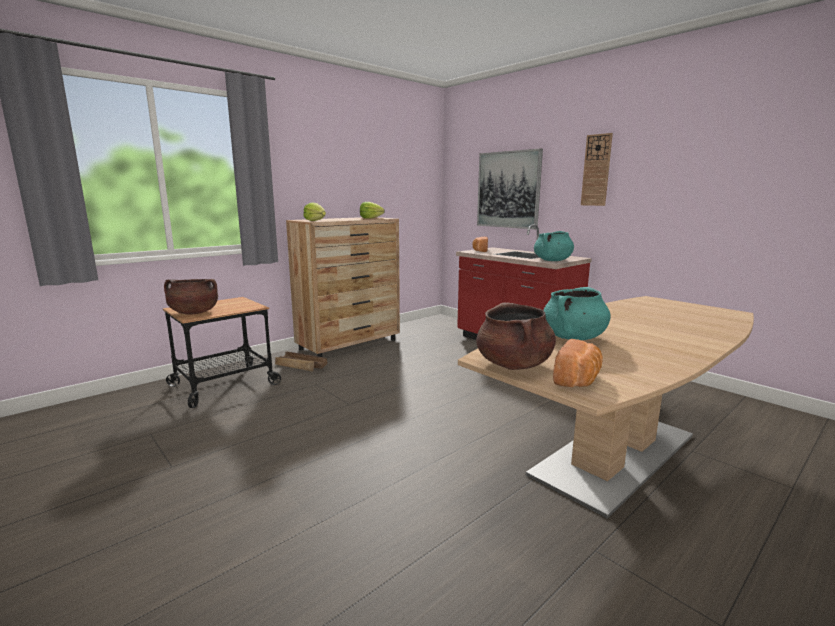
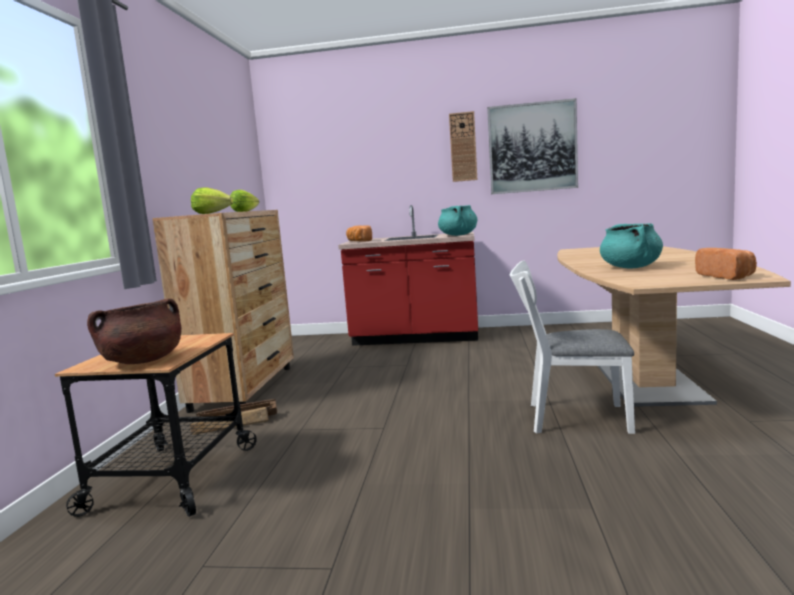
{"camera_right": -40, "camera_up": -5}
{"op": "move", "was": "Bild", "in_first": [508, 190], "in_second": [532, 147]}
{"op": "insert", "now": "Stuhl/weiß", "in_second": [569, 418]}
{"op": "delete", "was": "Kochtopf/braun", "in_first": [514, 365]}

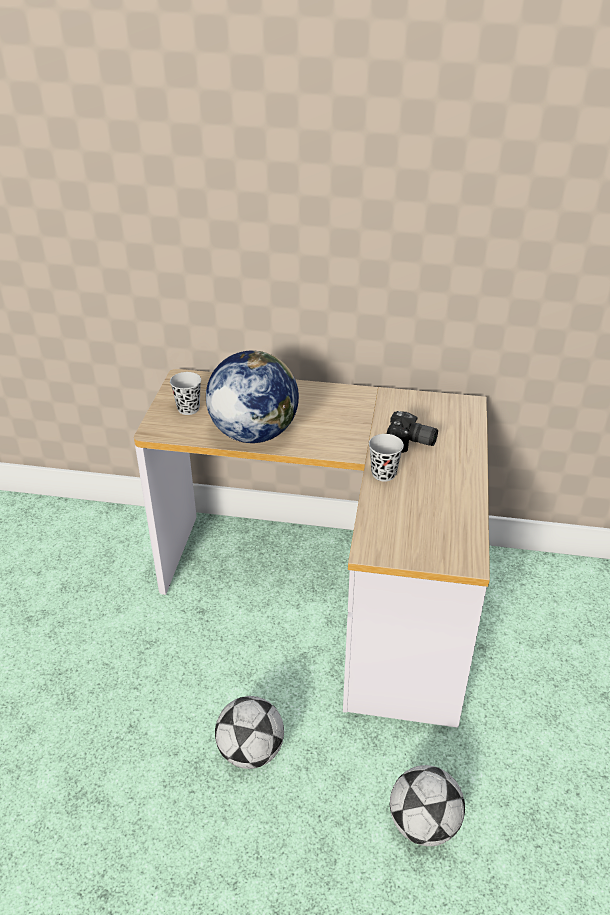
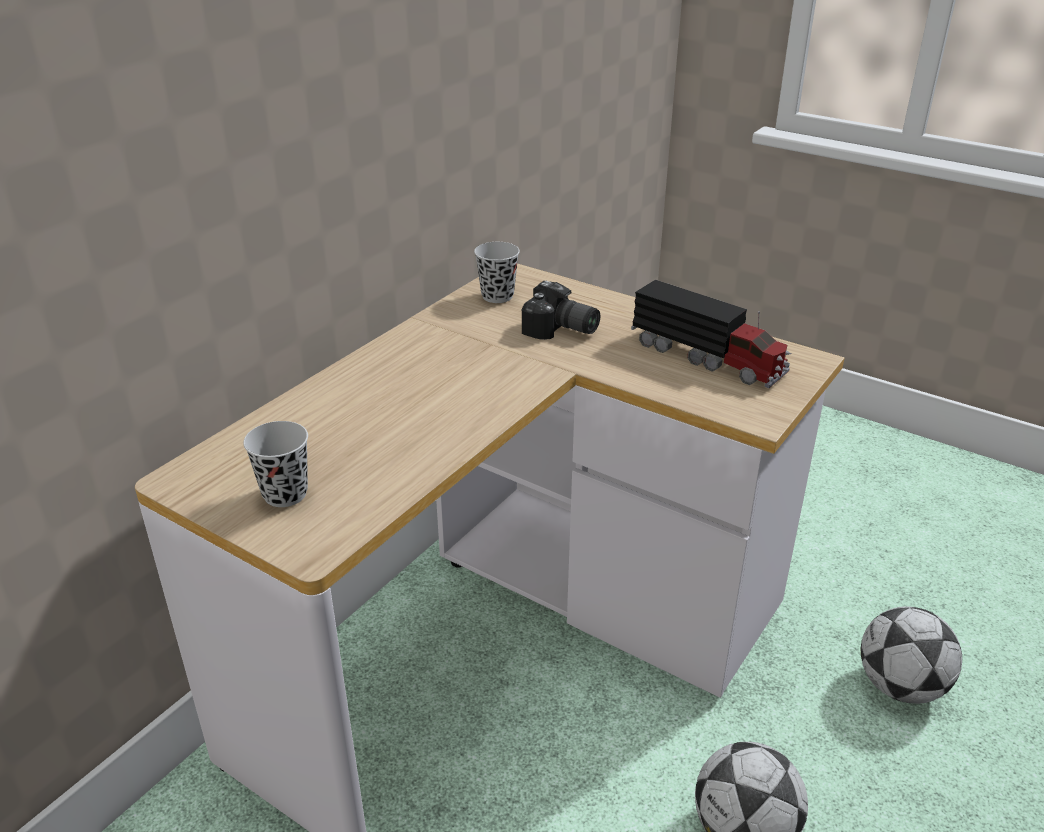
{"camera_right": -65, "camera_up": -5}
{"op": "move", "was": "Tasse/schwarz", "in_first": [383, 474], "in_second": [497, 296]}
{"op": "rotate", "was": "Kamera", "in_first": [410, 444], "in_second": [560, 331], "clockwise": 75}
{"op": "insert", "now": "Spielzeuglaster", "in_second": [709, 358]}
{"op": "delete", "was": "Globus", "in_first": [253, 433]}

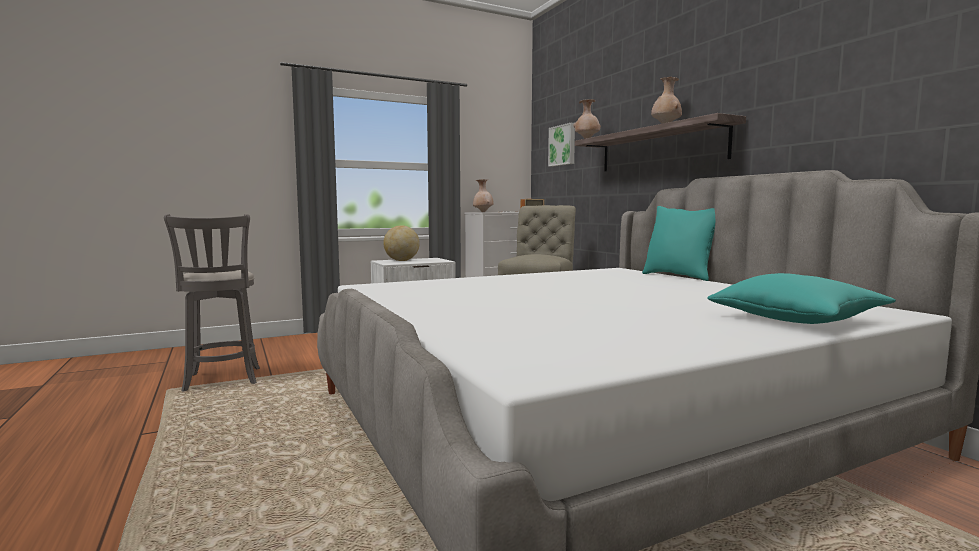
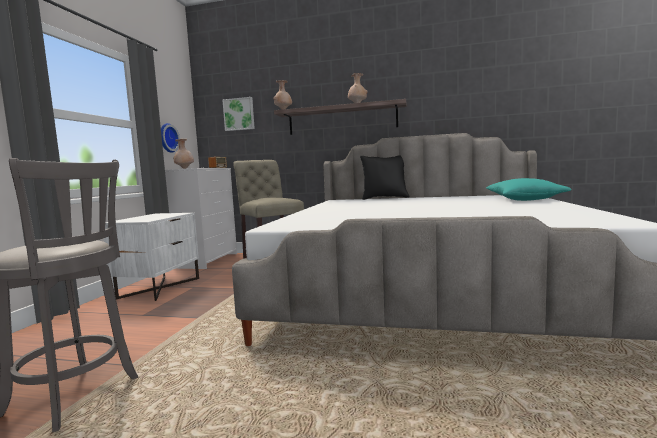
{"camera_right": -50, "camera_up": 0}
{"op": "insert", "now": "Wanduhr", "in_second": [167, 138]}
{"op": "recolor", "was": "Kissen/türkis", "now": "Kissen/schwarz", "in_first": [679, 276], "in_second": [384, 198]}
{"op": "delete", "was": "Globus", "in_first": [401, 260]}

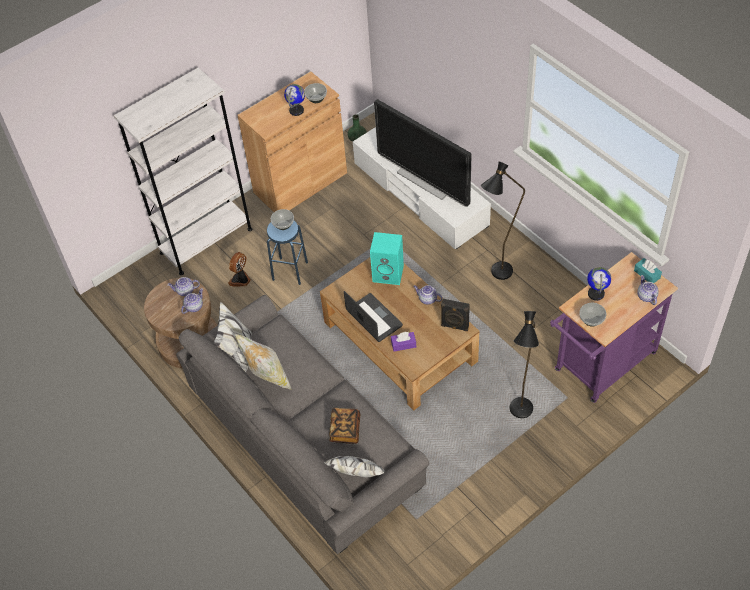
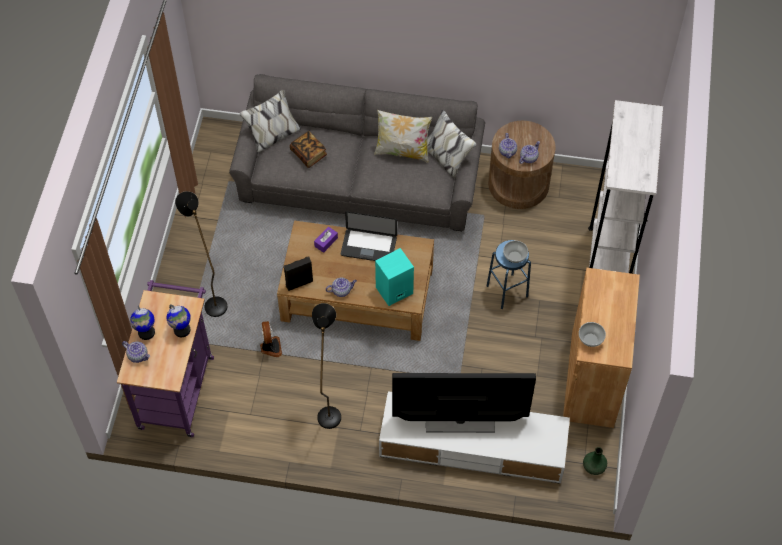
{"camera_right": 135, "camera_up": 5}
{"op": "move", "was": "Globus", "in_first": [296, 110], "in_second": [146, 332]}
{"op": "move", "was": "Ventilator", "in_first": [241, 280], "in_second": [270, 347]}
{"op": "delete", "was": "Schüssel", "in_first": [591, 320]}
{"op": "delete", "was": "Taschentuchbox/türkis", "in_first": [647, 274]}

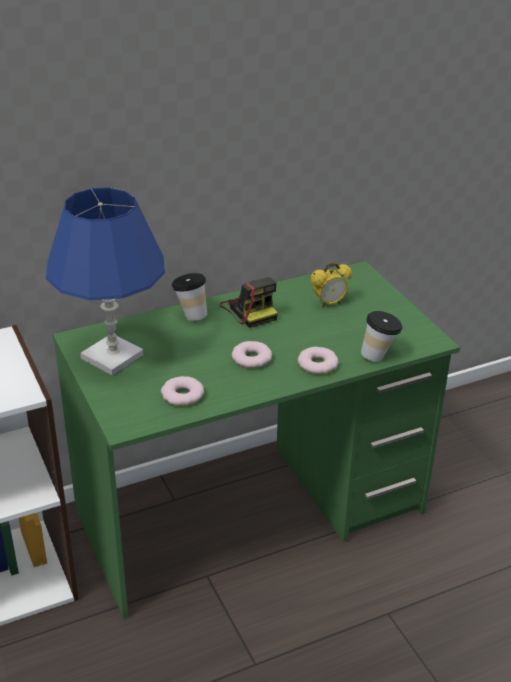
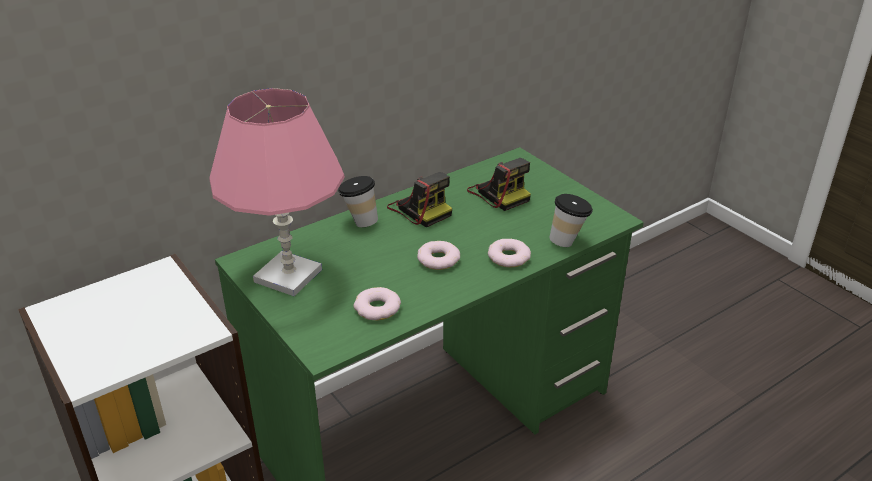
{"camera_right": -10, "camera_up": 0}
{"op": "recolor", "was": "Tischlampe/blau", "now": "Tischlampe/rosa", "in_first": [113, 356], "in_second": [289, 276]}
{"op": "replace", "was": "Wecker", "now": "Kamera", "in_first": [329, 304], "in_second": [499, 193]}

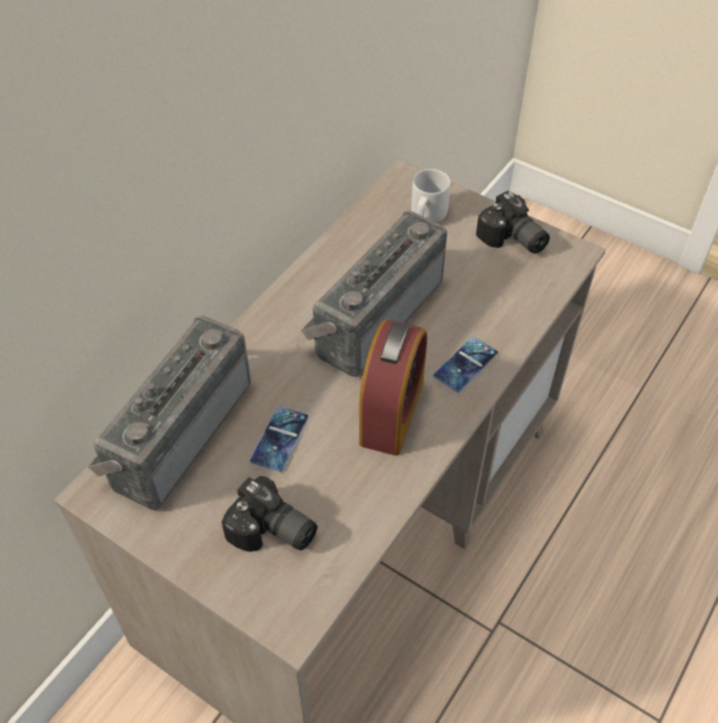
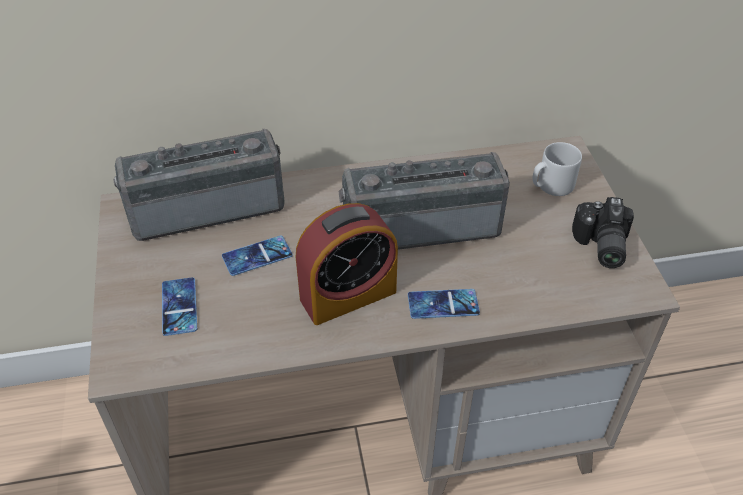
{"camera_right": 45, "camera_up": -5}
{"op": "replace", "was": "Kamera", "now": "Handy", "in_first": [272, 532], "in_second": [179, 306]}

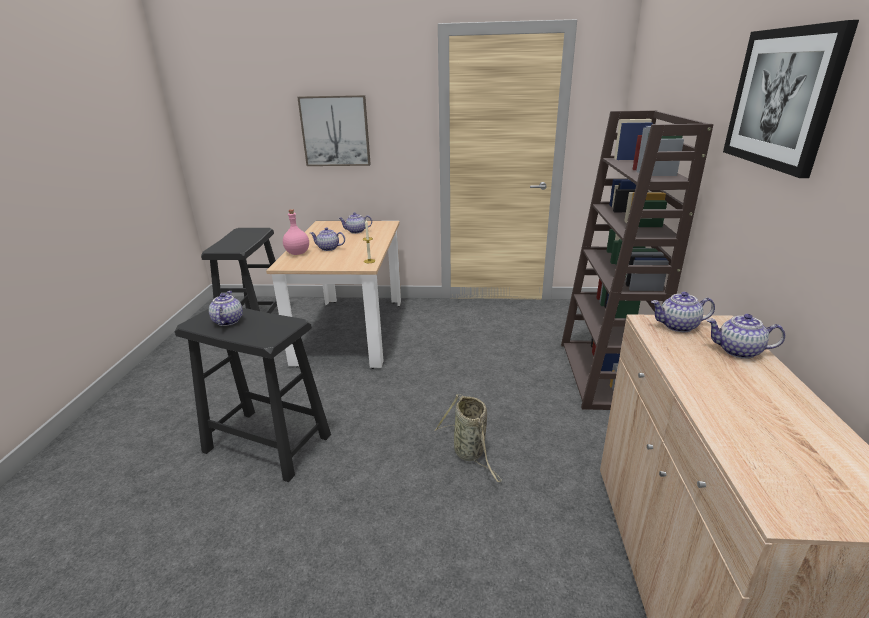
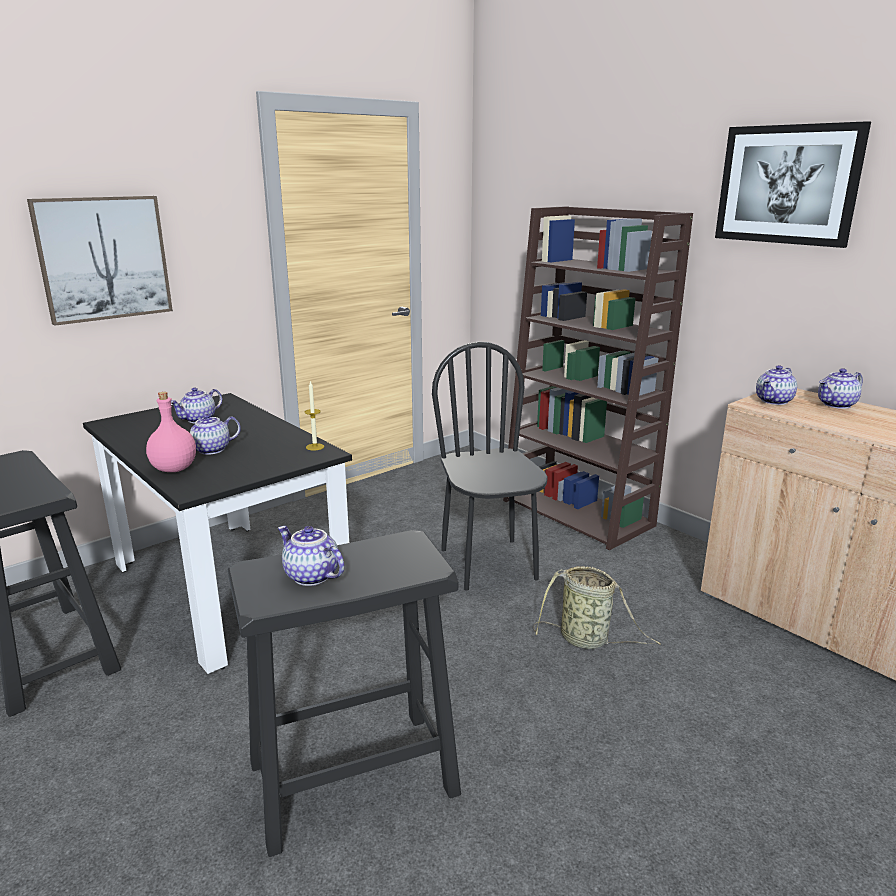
{"camera_right": -45, "camera_up": -5}
{"op": "recolor", "was": "Esstisch/beige", "now": "Esstisch/schwarz", "in_first": [351, 331], "in_second": [228, 587]}
{"op": "insert", "now": "Stuhl/schwarz", "in_second": [489, 564]}

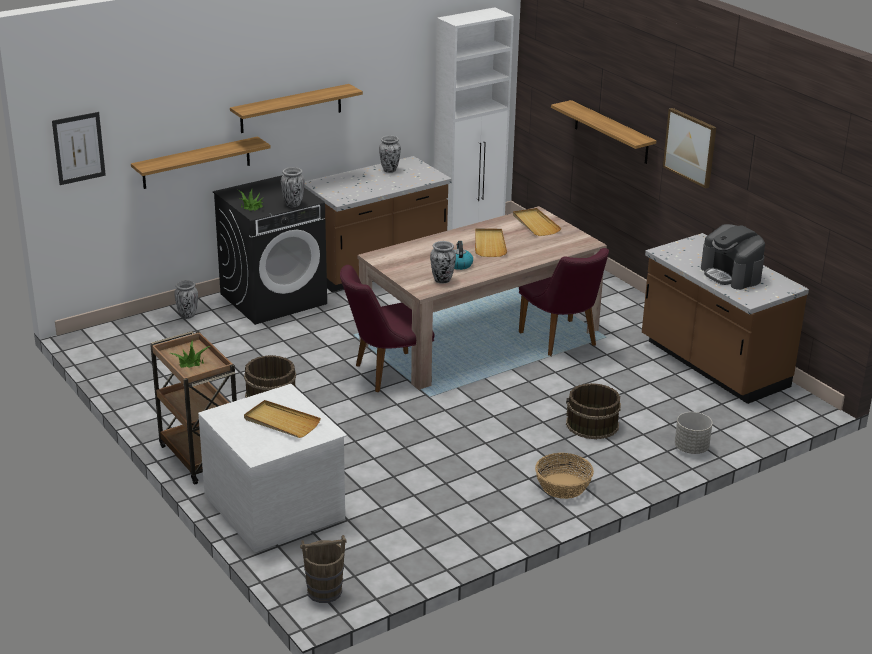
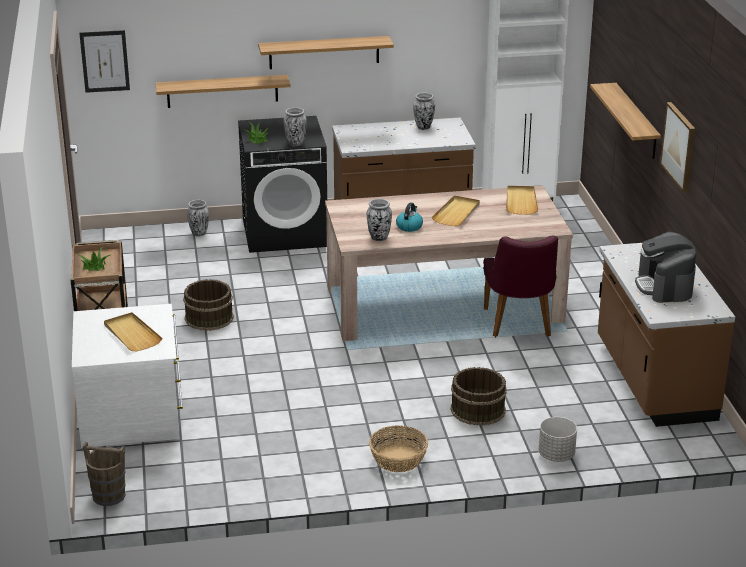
{"camera_right": 25, "camera_up": 0}
{"op": "delete", "was": "Stuhl/lila", "in_first": [385, 374]}

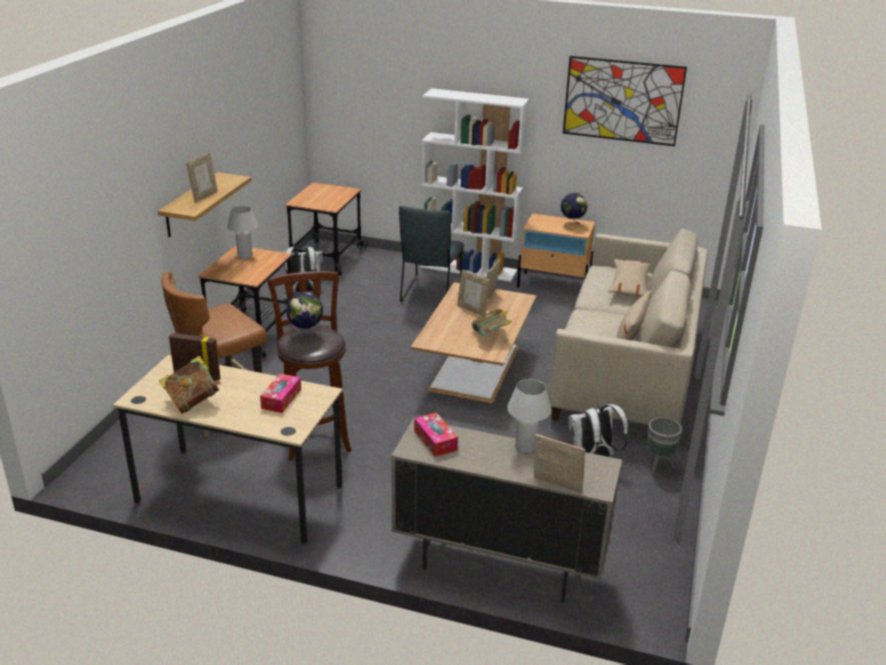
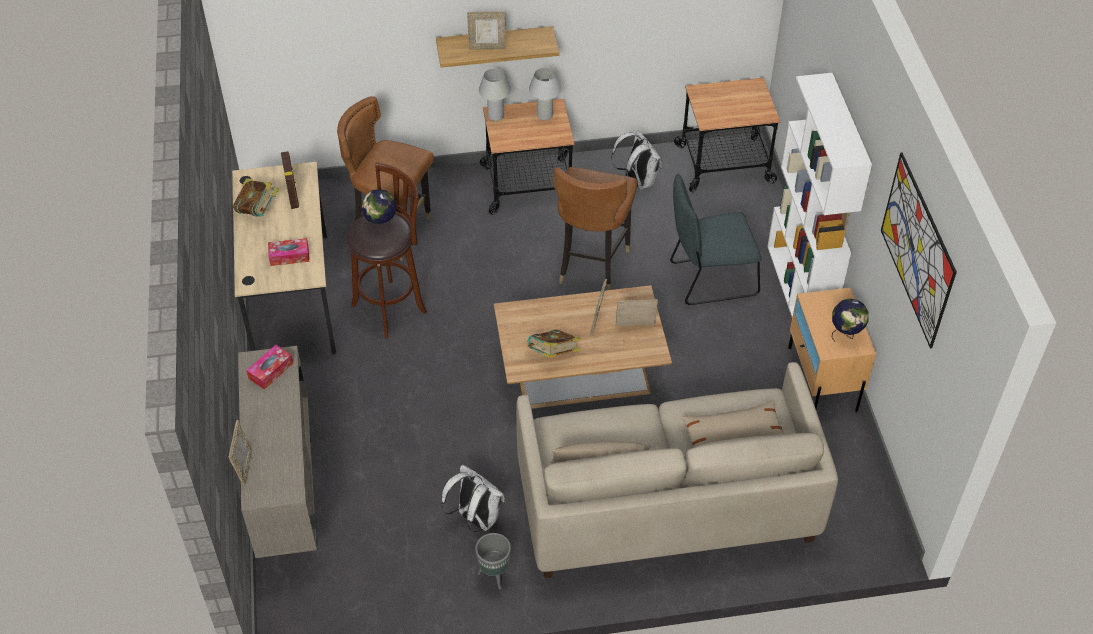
{"camera_right": 65, "camera_up": 20}
{"op": "move", "was": "Tischlampe/weiß", "in_first": [525, 448], "in_second": [495, 116]}
{"op": "insert", "now": "Stuhl/braun", "in_second": [591, 264]}

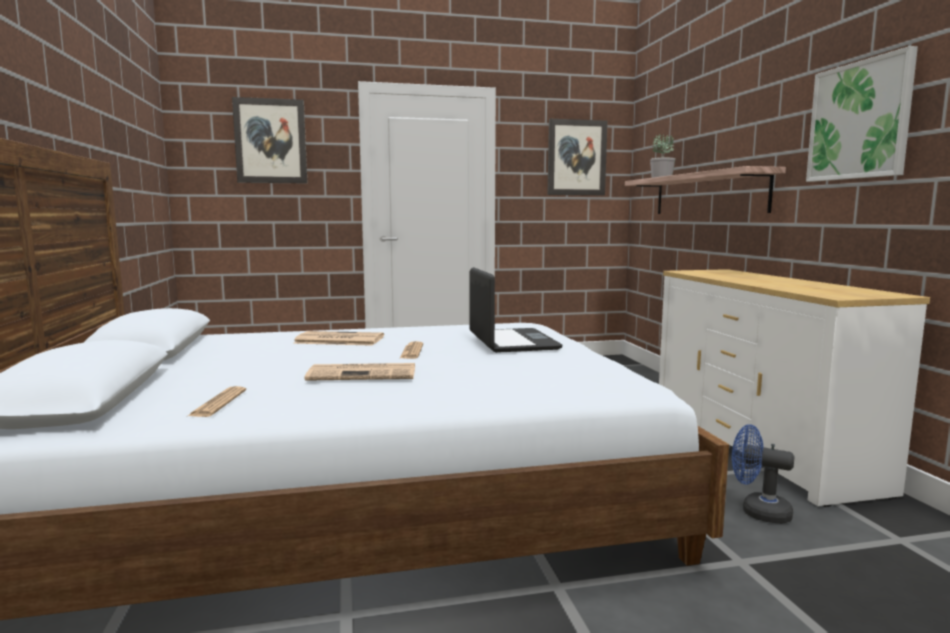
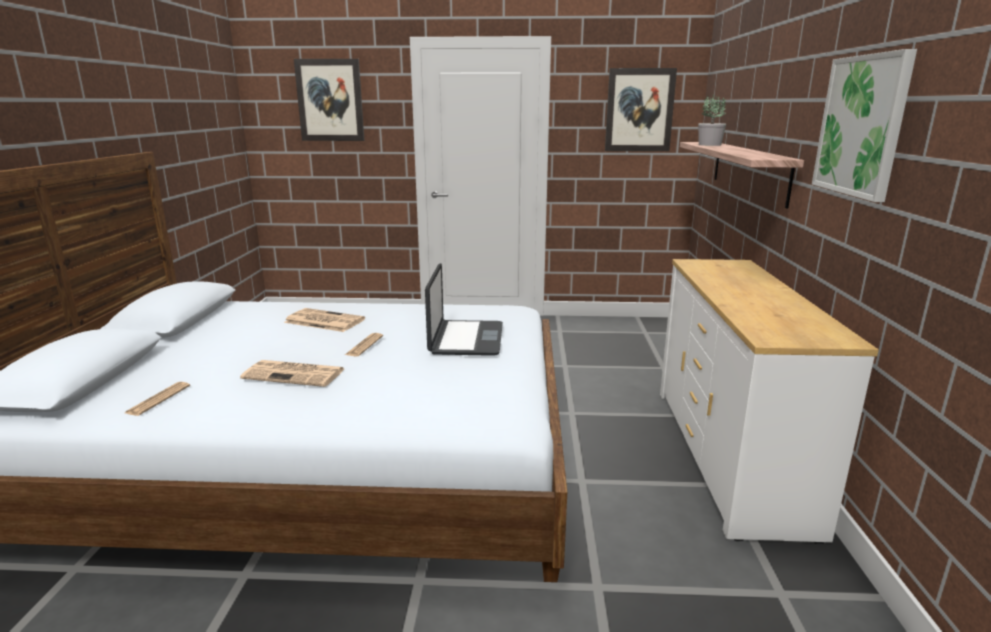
{"camera_right": 15, "camera_up": 10}
{"op": "delete", "was": "Ventilator/blau", "in_first": [758, 511]}

